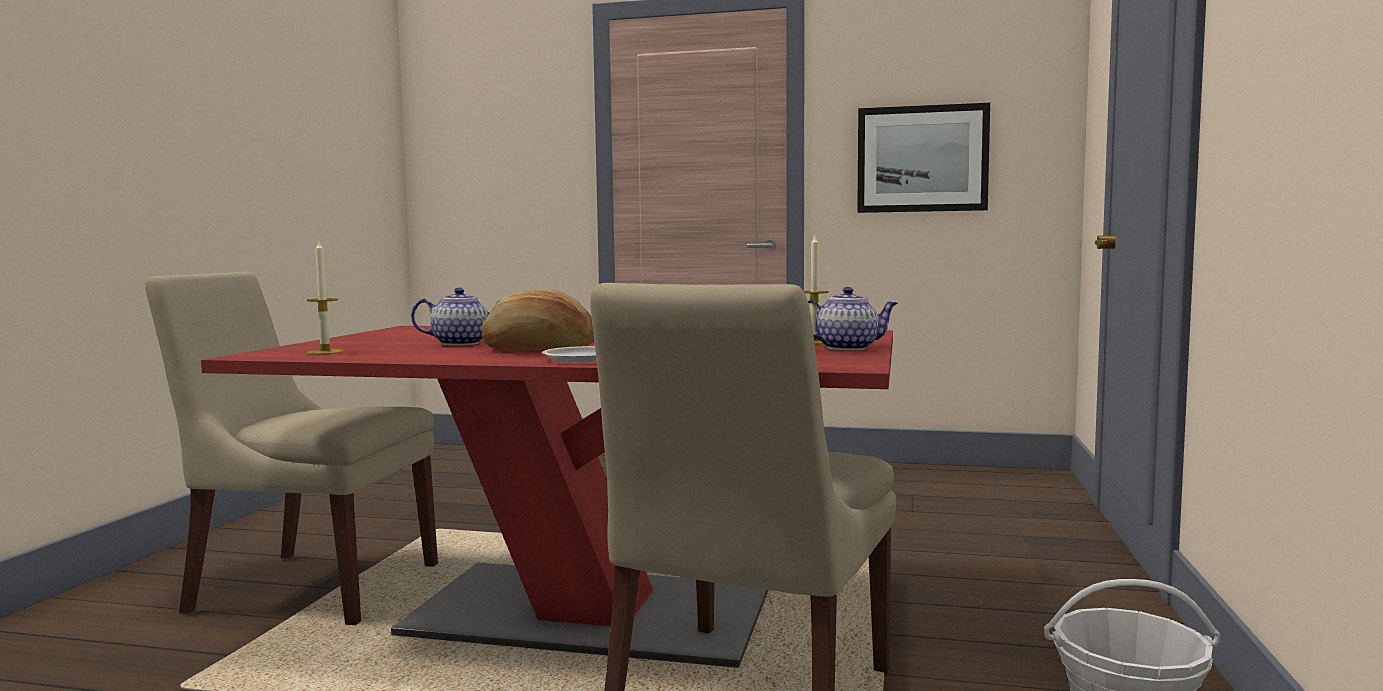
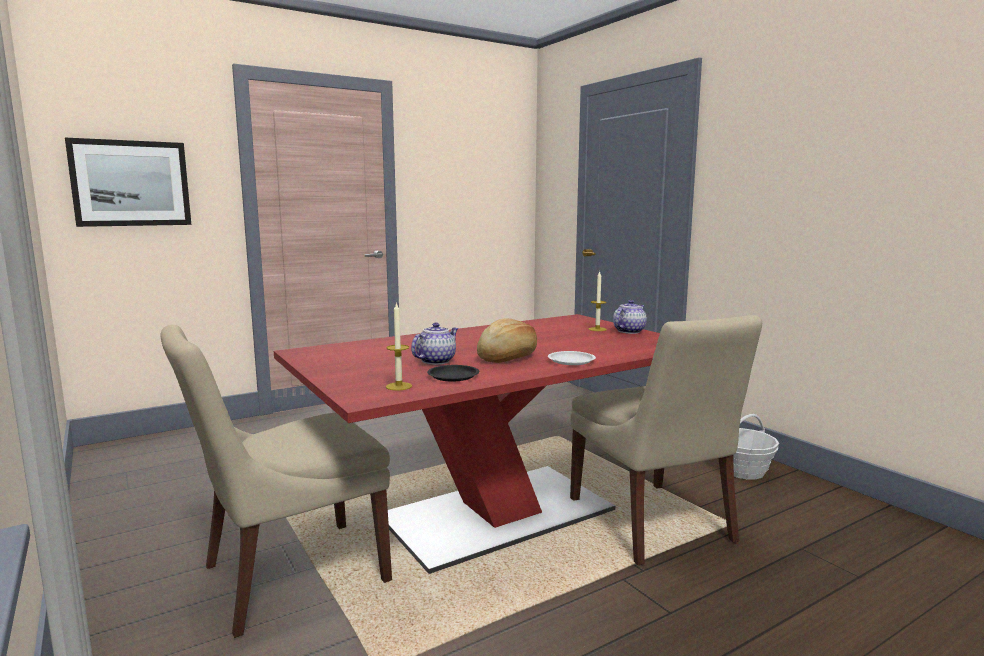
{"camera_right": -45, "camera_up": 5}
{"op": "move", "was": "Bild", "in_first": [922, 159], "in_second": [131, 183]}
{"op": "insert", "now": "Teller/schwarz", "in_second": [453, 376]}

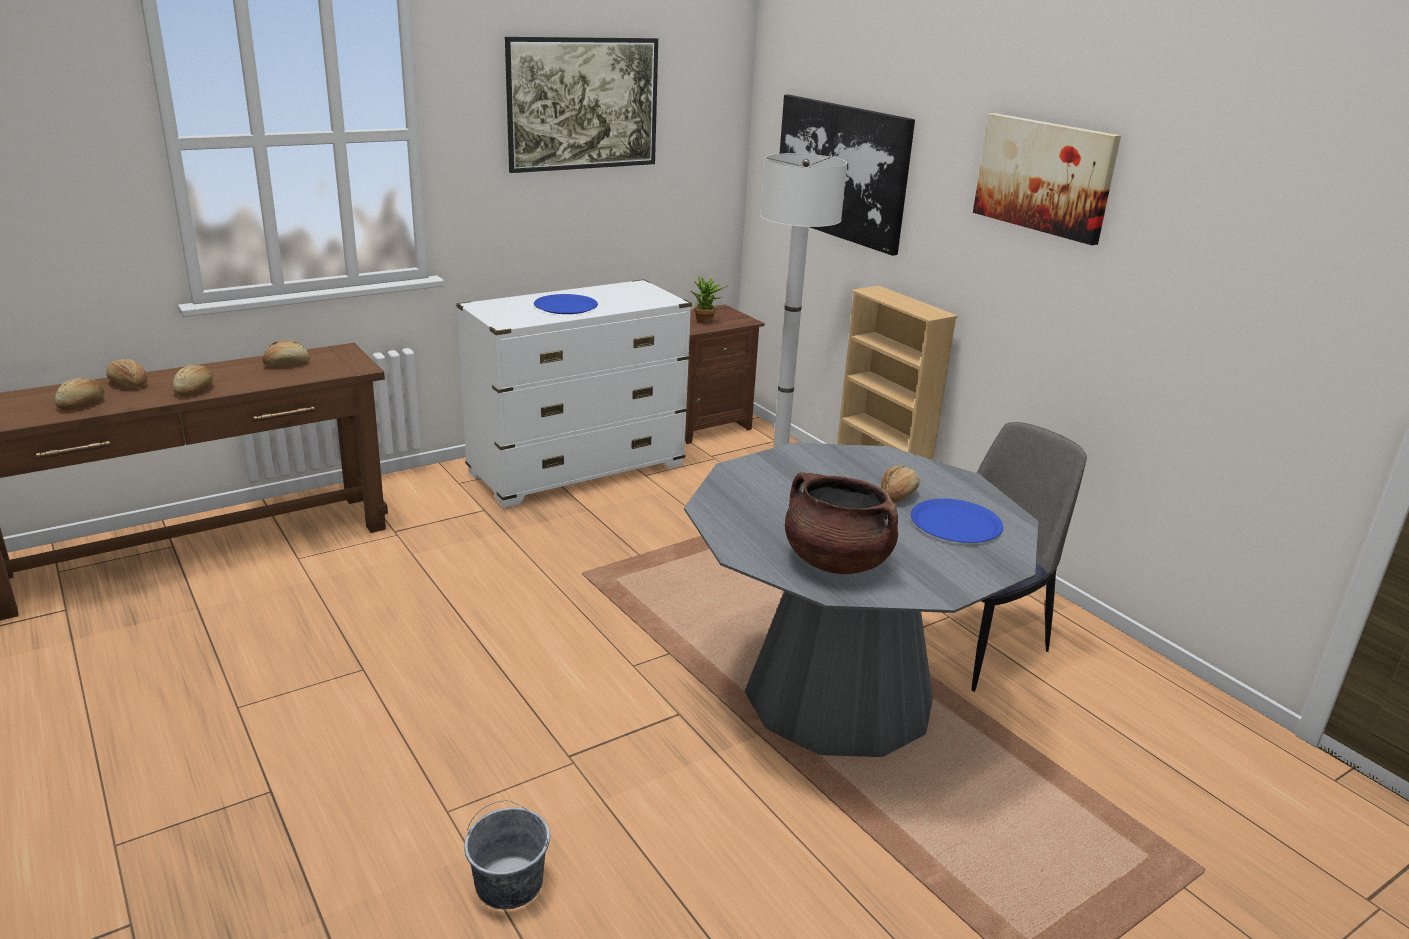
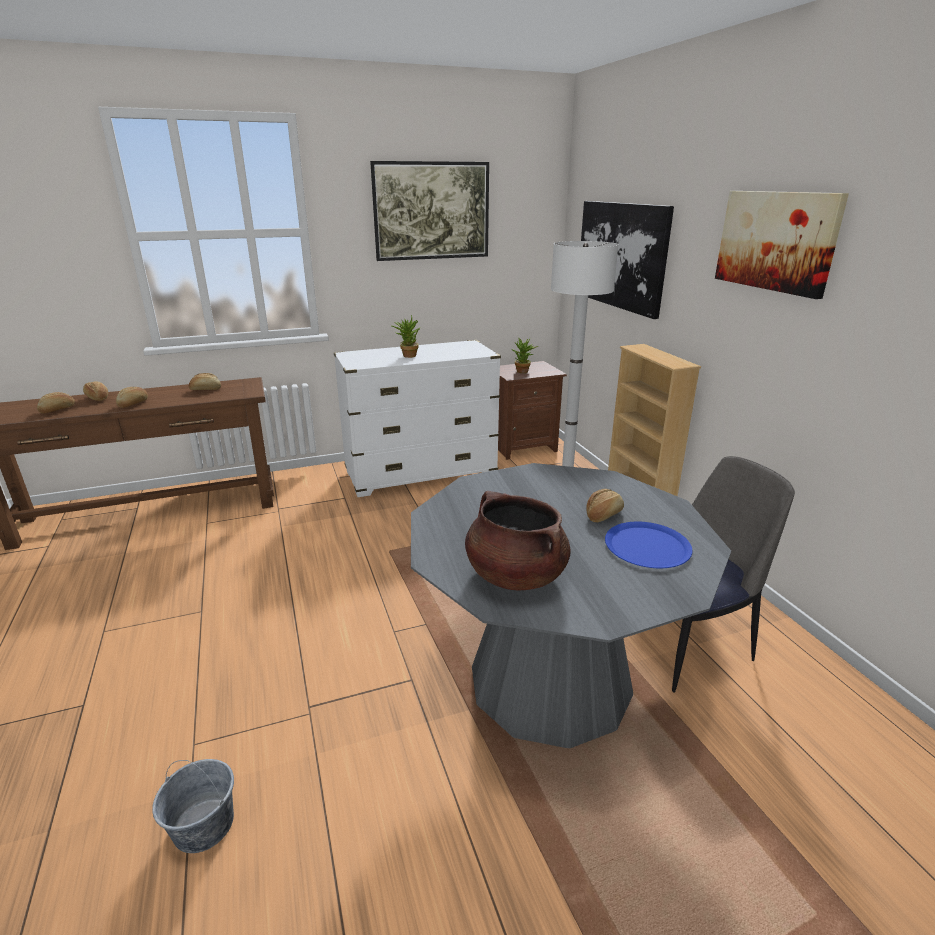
{"camera_right": 15, "camera_up": 0}
{"op": "replace", "was": "Teller/blau", "now": "Topfpflanze", "in_first": [566, 306], "in_second": [407, 355]}

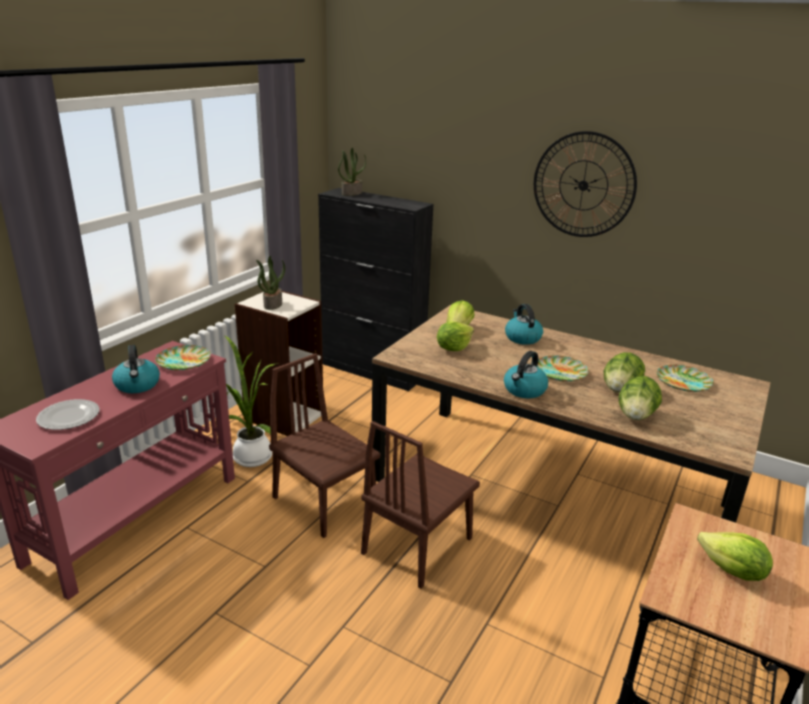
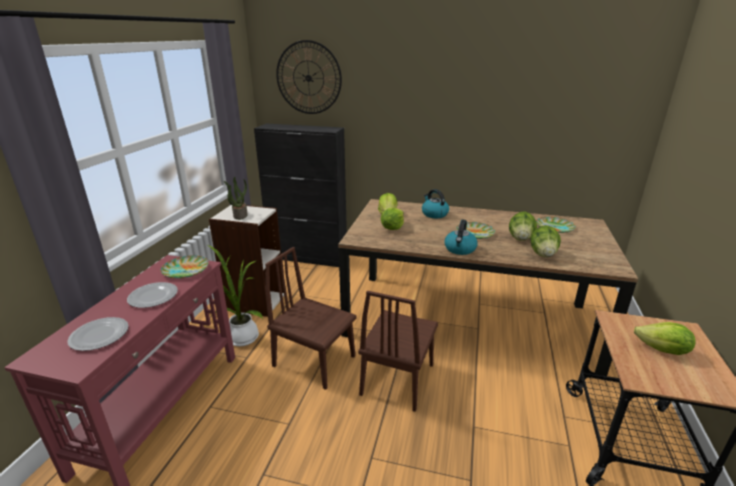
{"camera_right": -15, "camera_up": 0}
{"op": "replace", "was": "Wasserkessel", "now": "Teller", "in_first": [137, 385], "in_second": [153, 296]}
{"op": "move", "was": "Wanduhr", "in_first": [583, 185], "in_second": [308, 78]}
{"op": "delete", "was": "Topfpflanze", "in_first": [351, 193]}

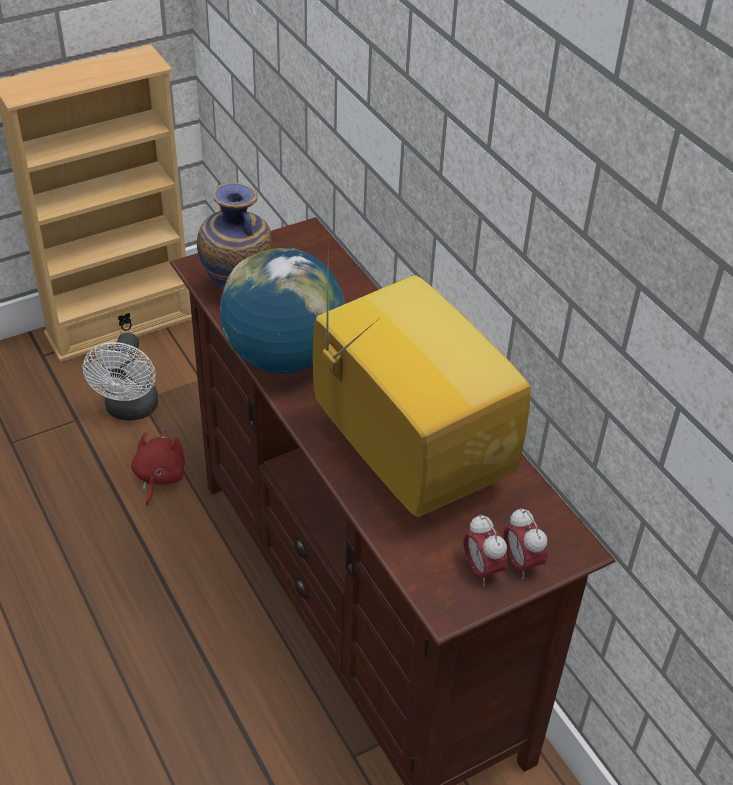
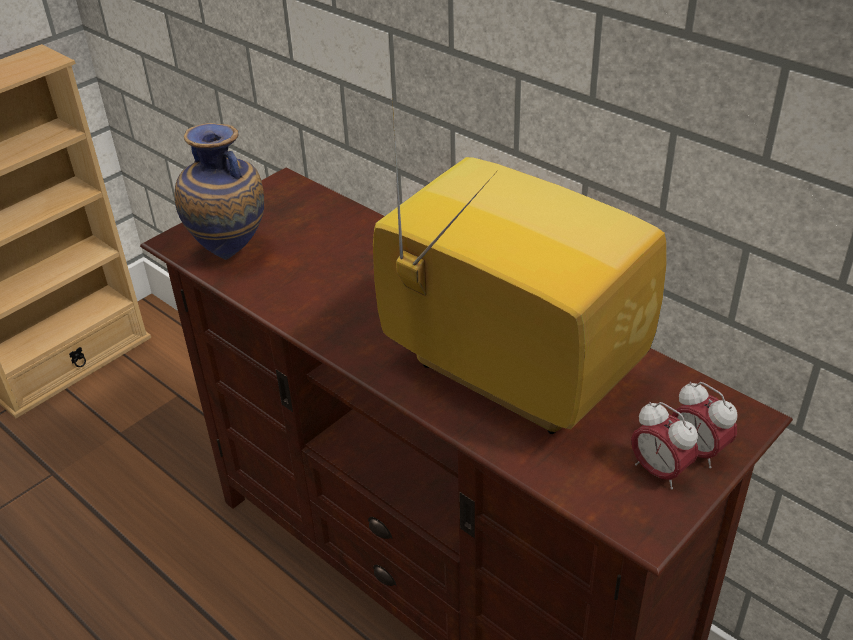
{"camera_right": -15, "camera_up": -5}
{"op": "delete", "was": "Ventilator/weiß", "in_first": [130, 410]}
{"op": "delete", "was": "Plüschtier/rot", "in_first": [158, 477]}
{"op": "delete", "was": "Globus", "in_first": [283, 357]}

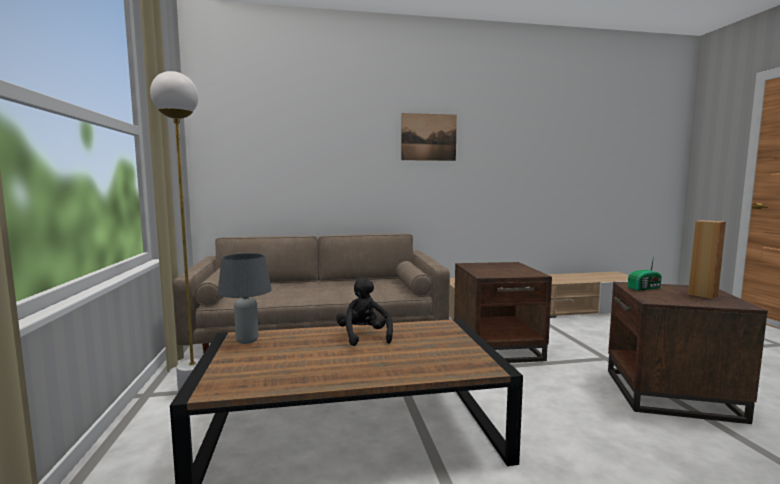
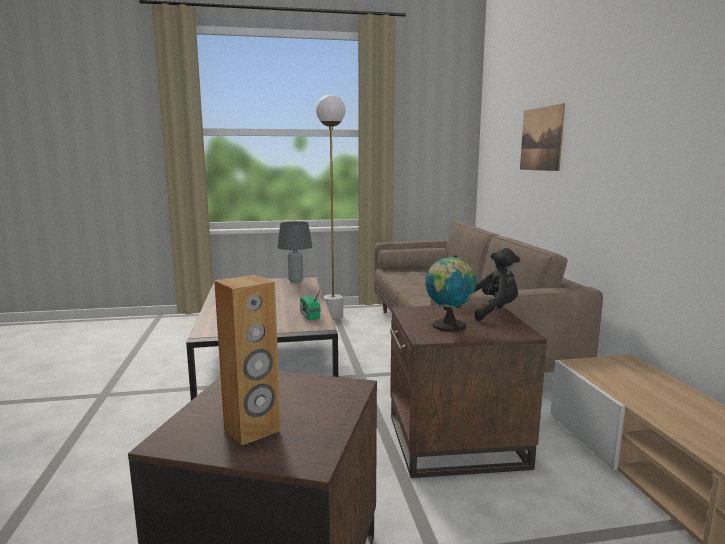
{"camera_right": 90, "camera_up": 5}
{"op": "move", "was": "Radio", "in_first": [645, 288], "in_second": [309, 315]}
{"op": "insert", "now": "Globus", "in_second": [448, 326]}
{"op": "move", "was": "Plüschtier/schwarz", "in_first": [364, 336], "in_second": [491, 312]}
{"op": "move", "was": "Bild", "in_first": [428, 137], "in_second": [541, 139]}

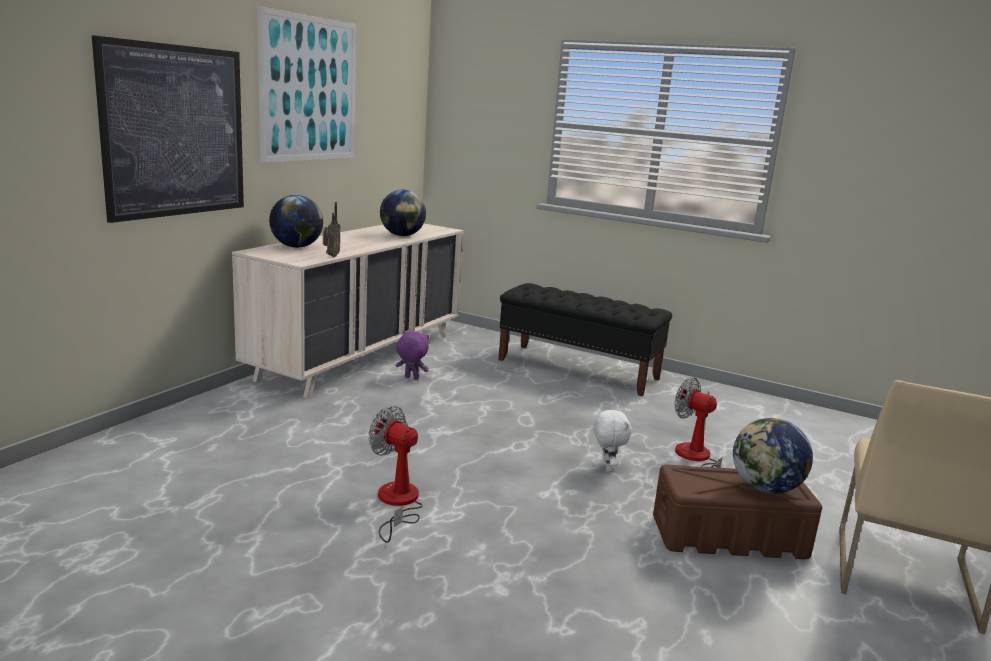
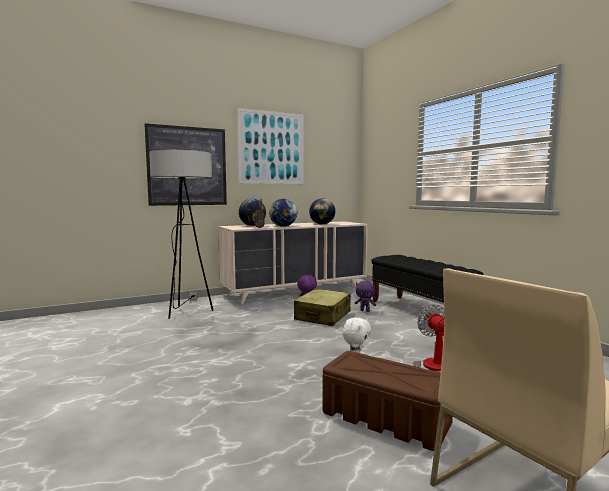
{"camera_right": 35, "camera_up": -10}
{"op": "insert", "now": "Stehlampe", "in_second": [187, 314]}
{"op": "move", "was": "Globus", "in_first": [765, 488], "in_second": [283, 226]}
{"op": "insert", "now": "Koffer/beige", "in_second": [323, 316]}
{"op": "insert", "now": "Plüschtier/lila", "in_second": [365, 311]}
{"op": "delete", "was": "Ventilator", "in_first": [397, 503]}

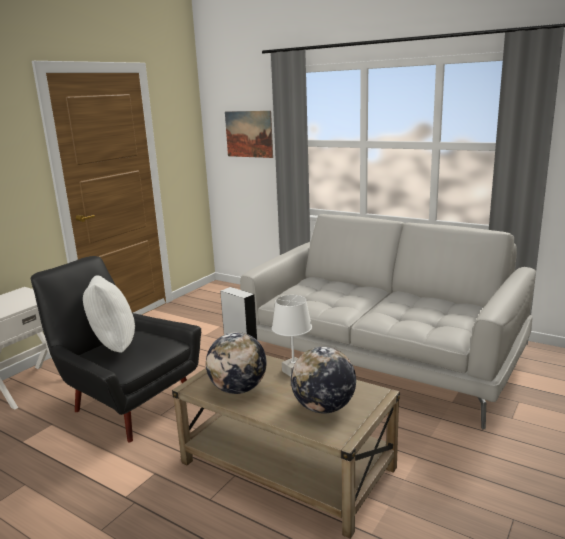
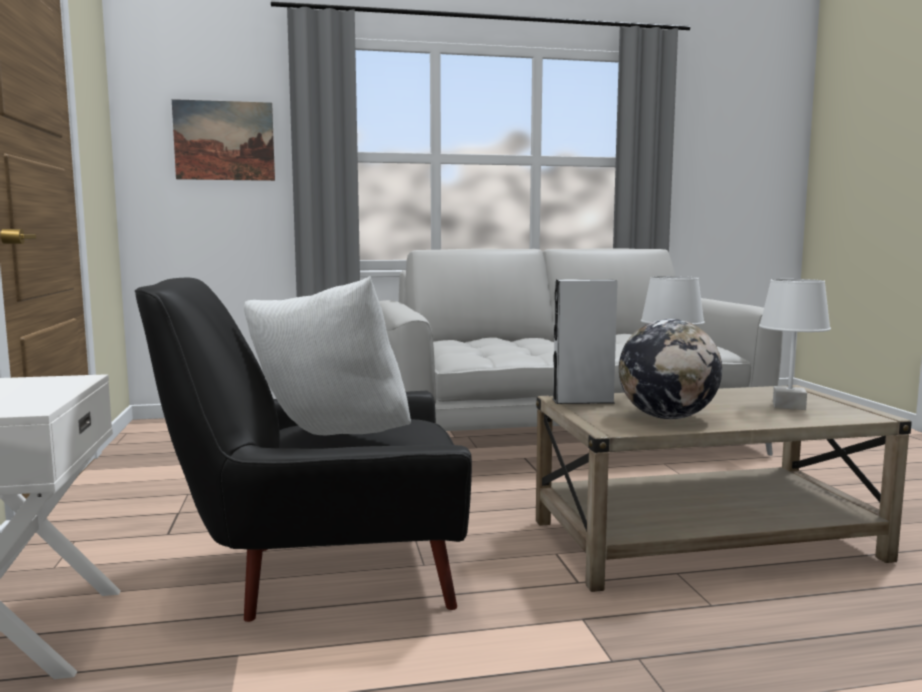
{"camera_right": -45, "camera_up": -10}
{"op": "replace", "was": "Globus", "now": "Tischlampe/weiß", "in_first": [323, 408], "in_second": [788, 406]}

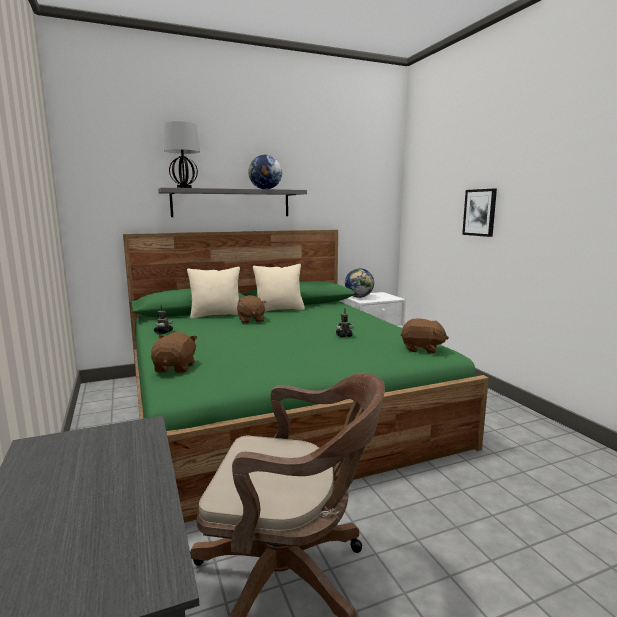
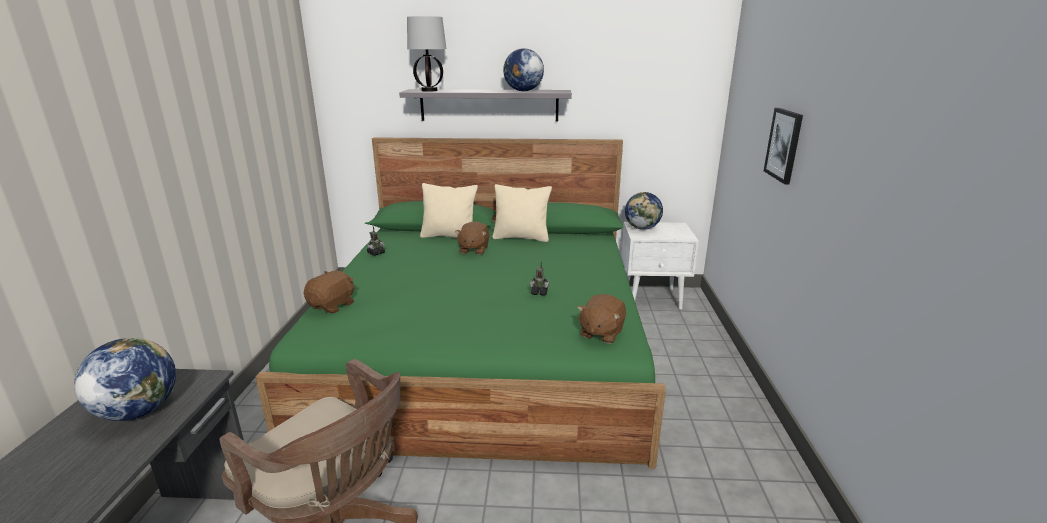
{"camera_right": 25, "camera_up": 10}
{"op": "insert", "now": "Globus", "in_second": [138, 411]}
{"op": "rotate", "was": "Plüschtier/braun", "in_first": [422, 349], "in_second": [601, 333], "clockwise": 75}

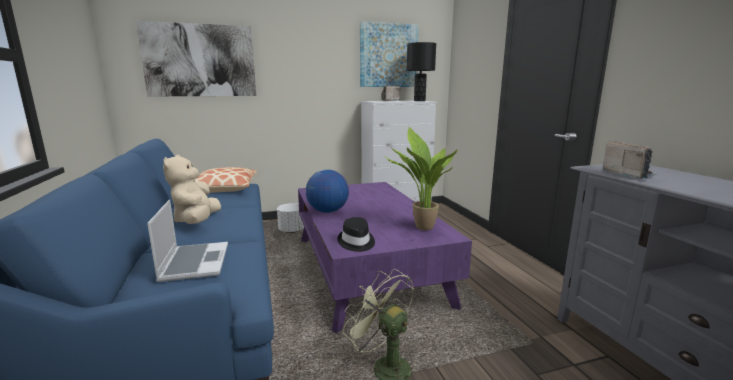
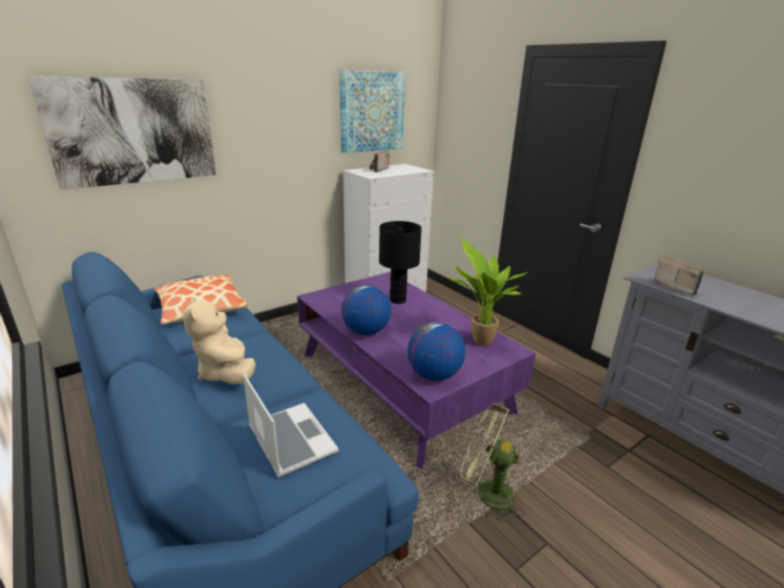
{"camera_right": -20, "camera_up": 10}
{"op": "move", "was": "Tischlampe/schwarz", "in_first": [419, 101], "in_second": [398, 300]}
{"op": "replace", "was": "Hut/schwarz", "now": "Globus", "in_first": [356, 242], "in_second": [434, 375]}
{"op": "delete", "was": "Pflanzkübel/weiß", "in_first": [292, 231]}

